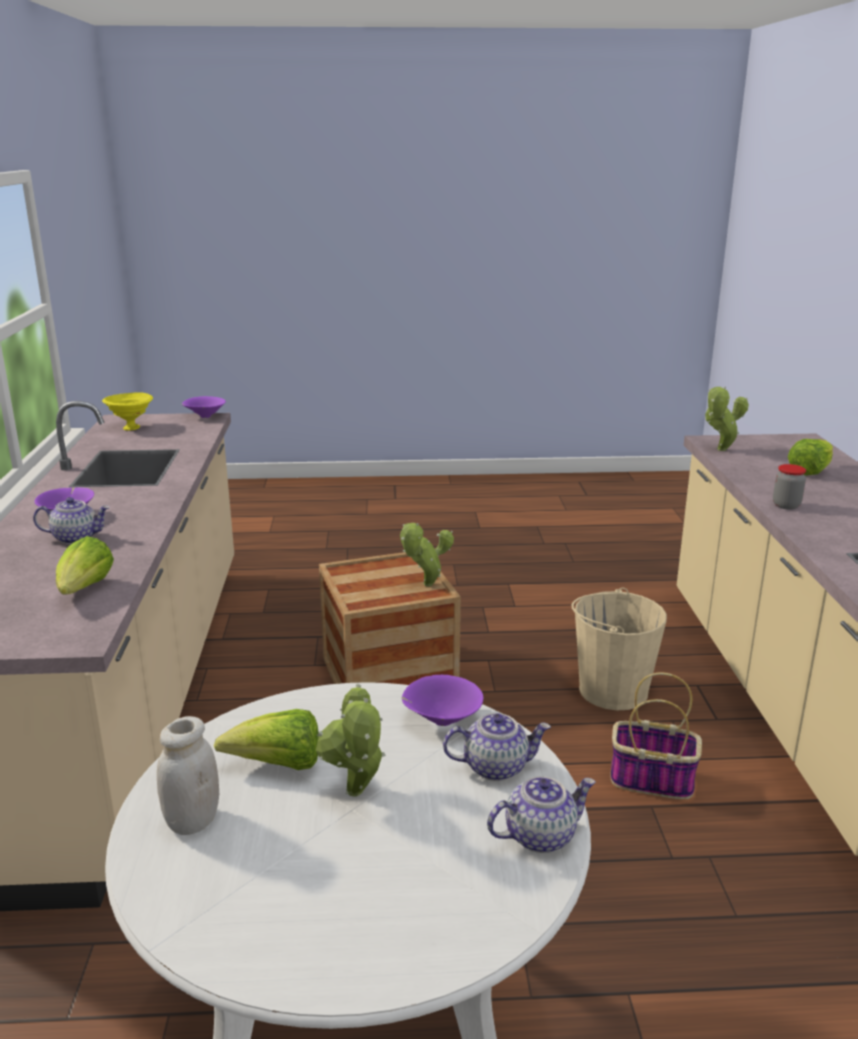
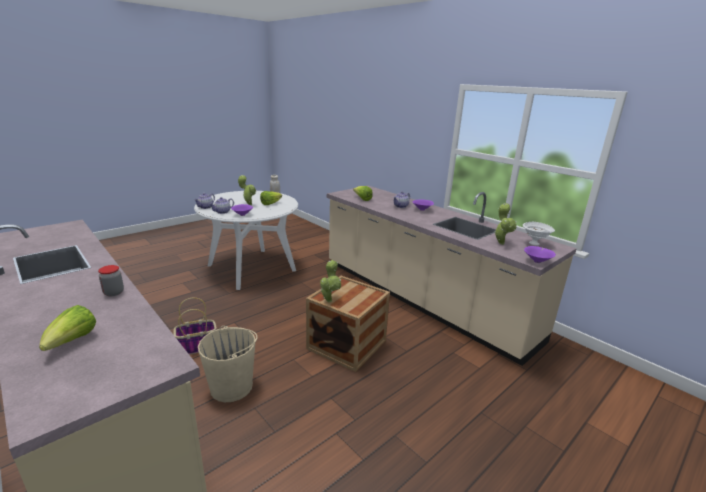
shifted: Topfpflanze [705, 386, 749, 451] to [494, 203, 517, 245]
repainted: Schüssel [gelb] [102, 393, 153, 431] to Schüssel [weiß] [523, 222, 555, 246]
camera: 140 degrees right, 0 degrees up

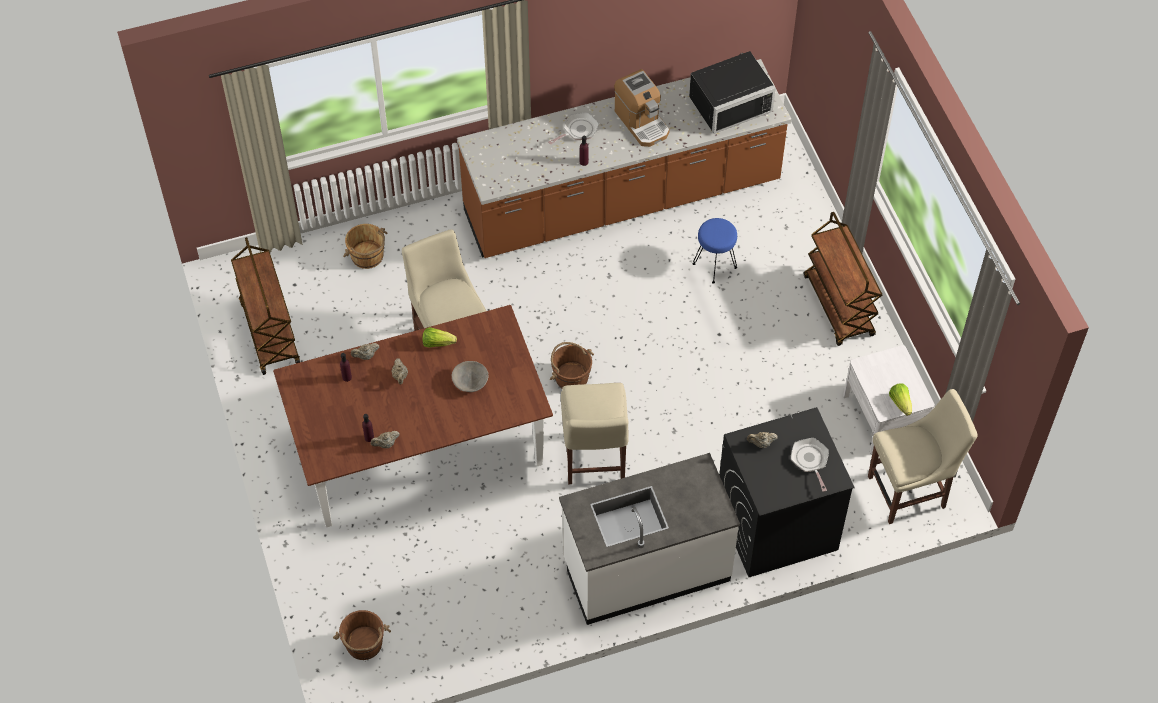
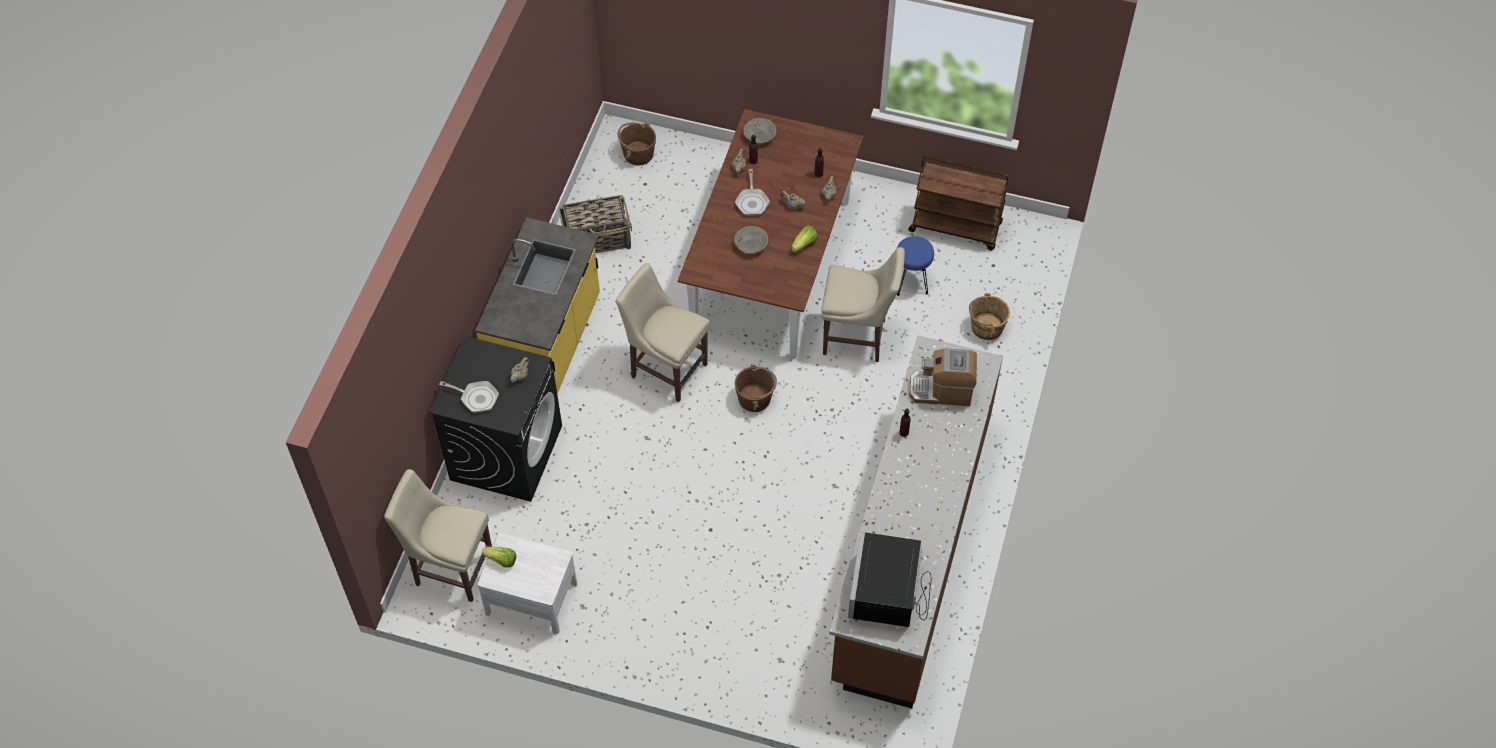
gone: Rollwagen [braun] [803, 212, 882, 346]
new: Korb [559, 195, 632, 253]; Schüssel [grau] [743, 118, 776, 144]
shifted: Pfanne [548, 113, 599, 145] to [735, 169, 770, 216]; Hocker [blau] [693, 218, 737, 284] to [897, 236, 934, 296]; Kaffeemaschine [614, 69, 670, 147] to [910, 348, 977, 406]
repainted: Küchenzeile [weiß] [559, 453, 740, 625] to Küchenzeile [gelb] [475, 217, 600, 394]
rotated: Stuhl [beige] [868, 389, 978, 524] = [384, 469, 492, 602] 90 degrees clockwise
camera: 125 degrees right, 0 degrees up

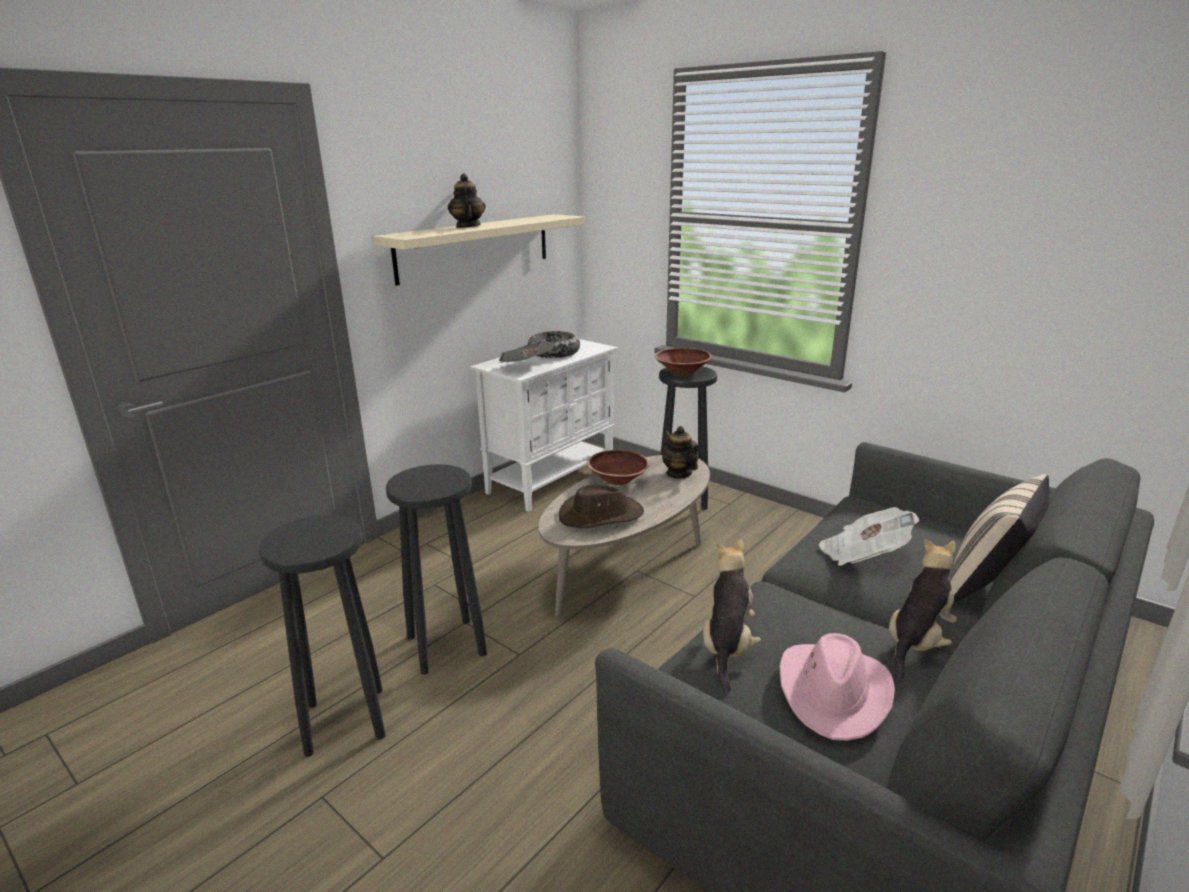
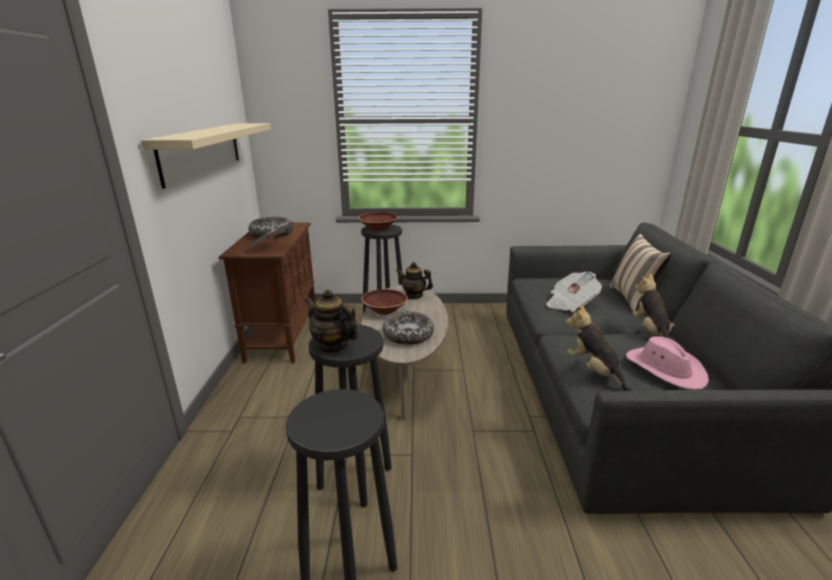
shifted: Teekanne [448, 174, 486, 228] to [305, 289, 358, 354]
swapped: Hut [braun] [558, 484, 644, 528] to Schüssel [383, 311, 434, 345]
repainted: Schrank [weiß] [470, 339, 618, 512] to Schrank [braun] [219, 223, 316, 363]
camera: 40 degrees left, 0 degrees up

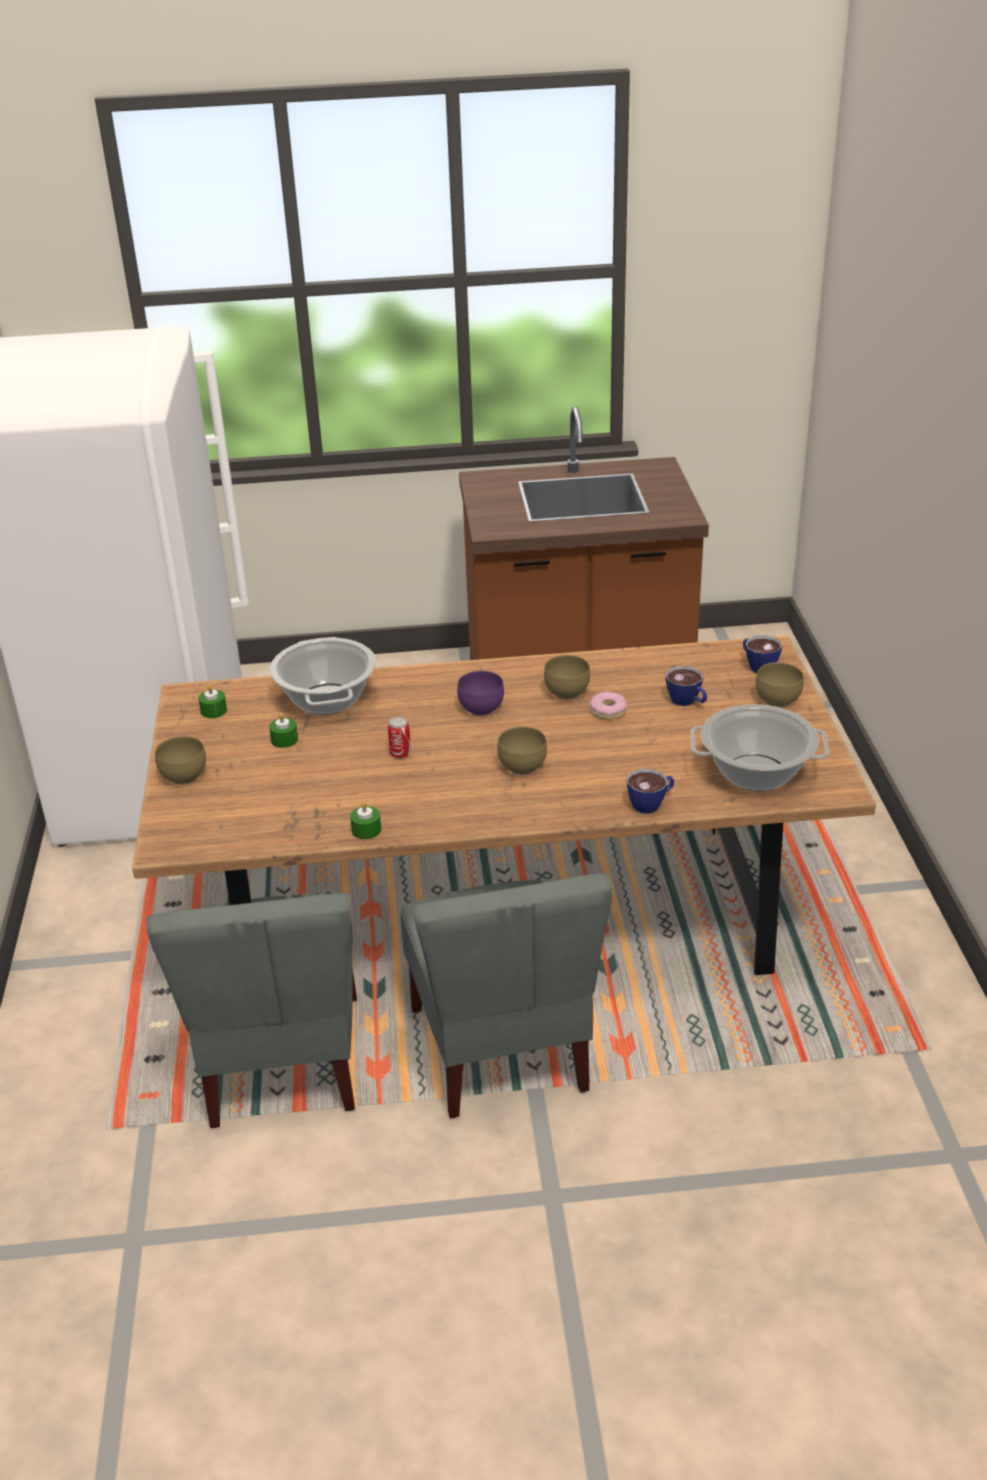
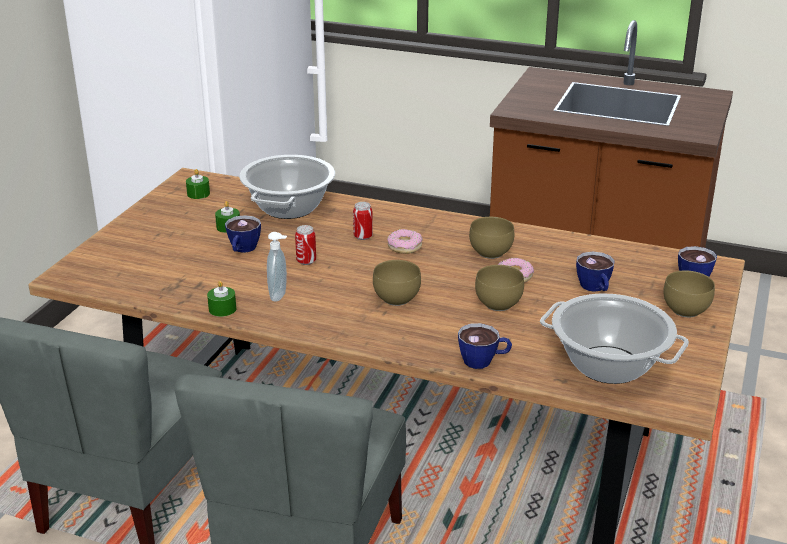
new: Tasse [225, 215, 261, 253]; Seifenspender [267, 232, 287, 302]; Dose [353, 202, 373, 240]
shifted: Schüssel [braun] [155, 736, 206, 785] to [475, 265, 524, 311]
swapped: Schüssel [lila] [457, 671, 504, 716] to Donut [387, 229, 423, 254]
camera: 25 degrees right, 5 degrees down

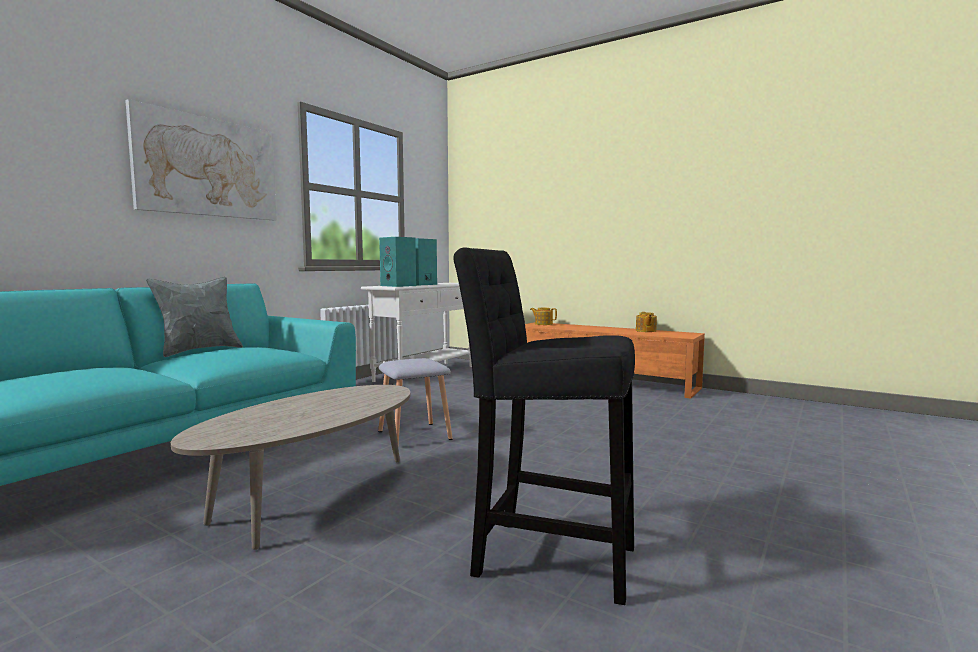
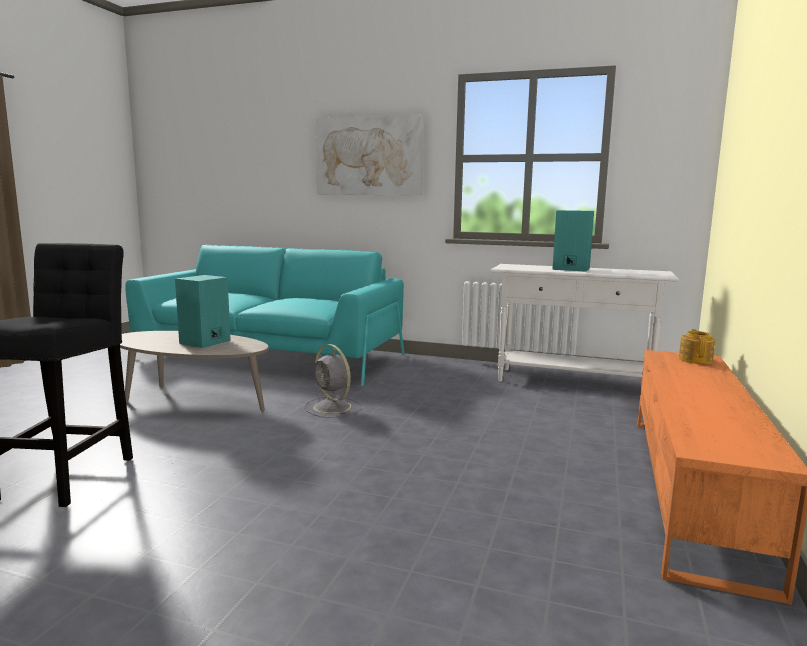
gone: Kissen [grau] [146, 277, 243, 357]; Teekanne [636, 312, 657, 332]
shifted: Lautsprecher [türkis] [379, 237, 416, 287] to [175, 275, 231, 348]
swapped: Hocker [grau] [378, 358, 453, 446] to Ventilator [grau] [304, 344, 363, 418]
camera: 75 degrees right, 5 degrees up

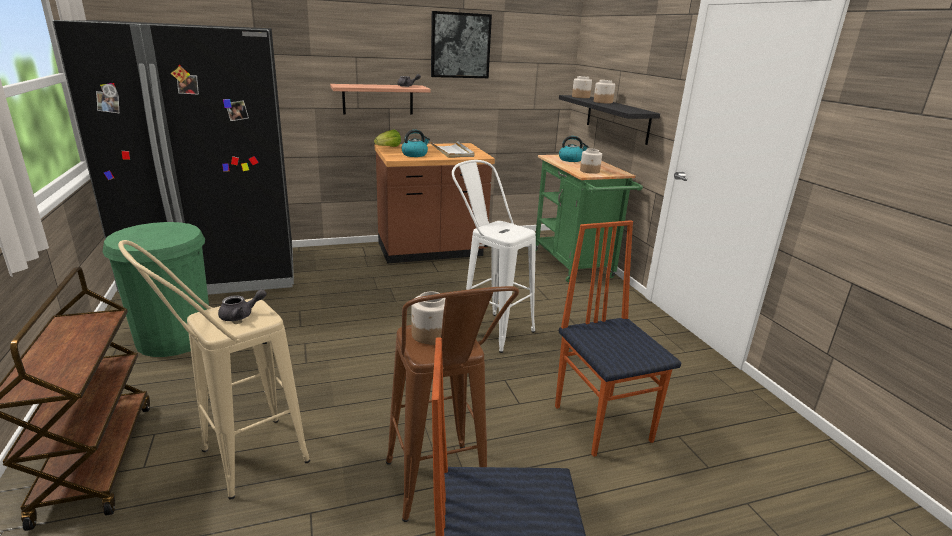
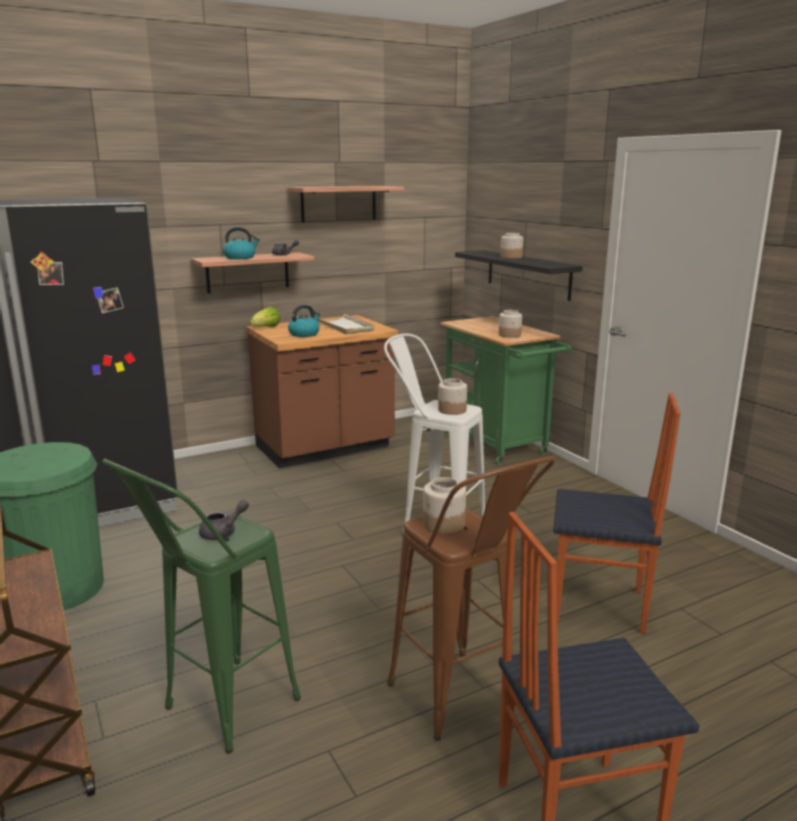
shifted: Wasserkessel [559, 136, 589, 162] to [223, 227, 260, 259]; Vorratsglas [572, 76, 592, 98] to [438, 378, 467, 415]
swapped: Bild [431, 11, 492, 78] to Wandregal [288, 186, 404, 223]
repainted: Hocker [beige] [118, 240, 310, 500] to Hocker [grün] [102, 459, 301, 753]
rotated: Stuhl [555, 220, 681, 457] = [553, 393, 680, 634] 135 degrees clockwise
camera: 10 degrees left, 5 degrees down

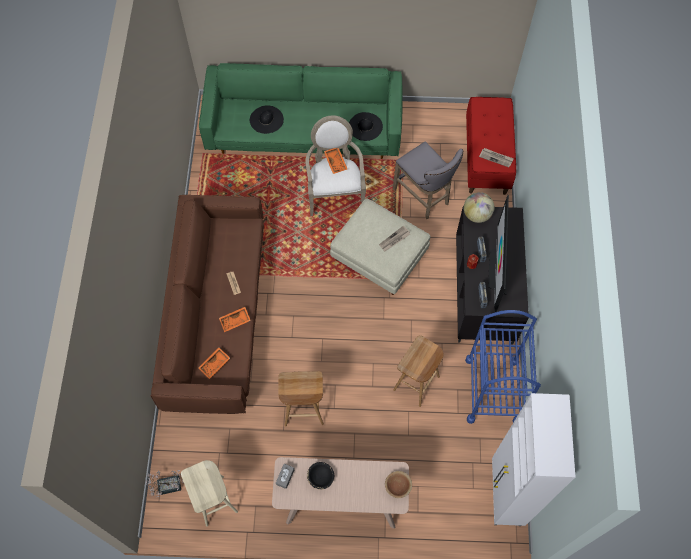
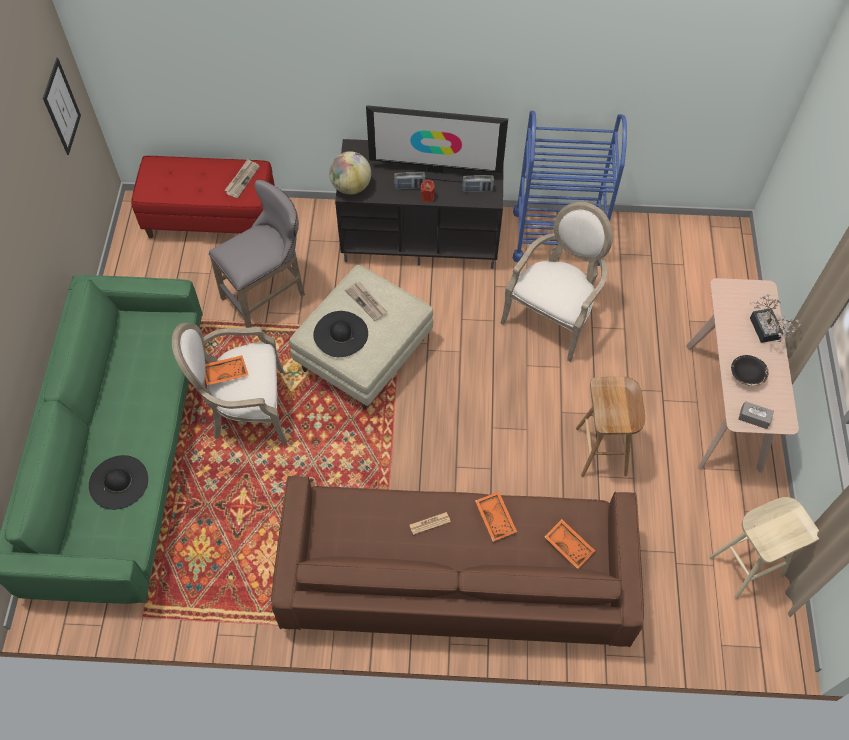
gone: Schüssel [braun] [385, 471, 412, 498]; Schrank [weiß] [492, 393, 575, 526]
new: Bild [43, 58, 81, 155]
shifted: Hut [schwarz] [349, 112, 383, 141] to [313, 311, 368, 357]; Topfpflanze [146, 470, 183, 497] to [750, 294, 801, 343]
swapped: Hocker [braun] [393, 335, 444, 407] to Sessel [500, 202, 613, 362]
camera: 90 degrees left, 5 degrees down

